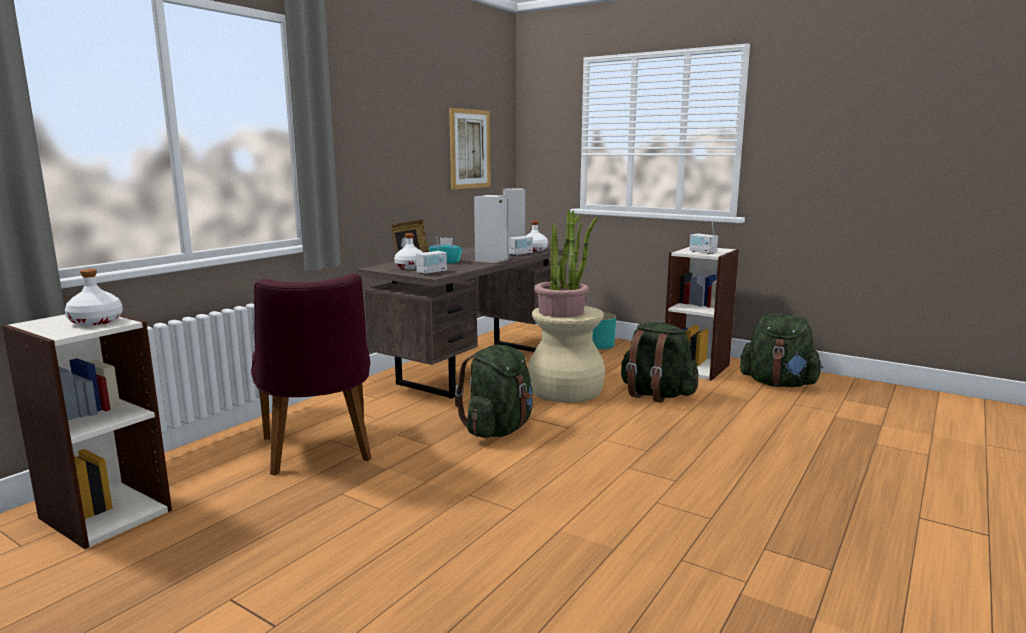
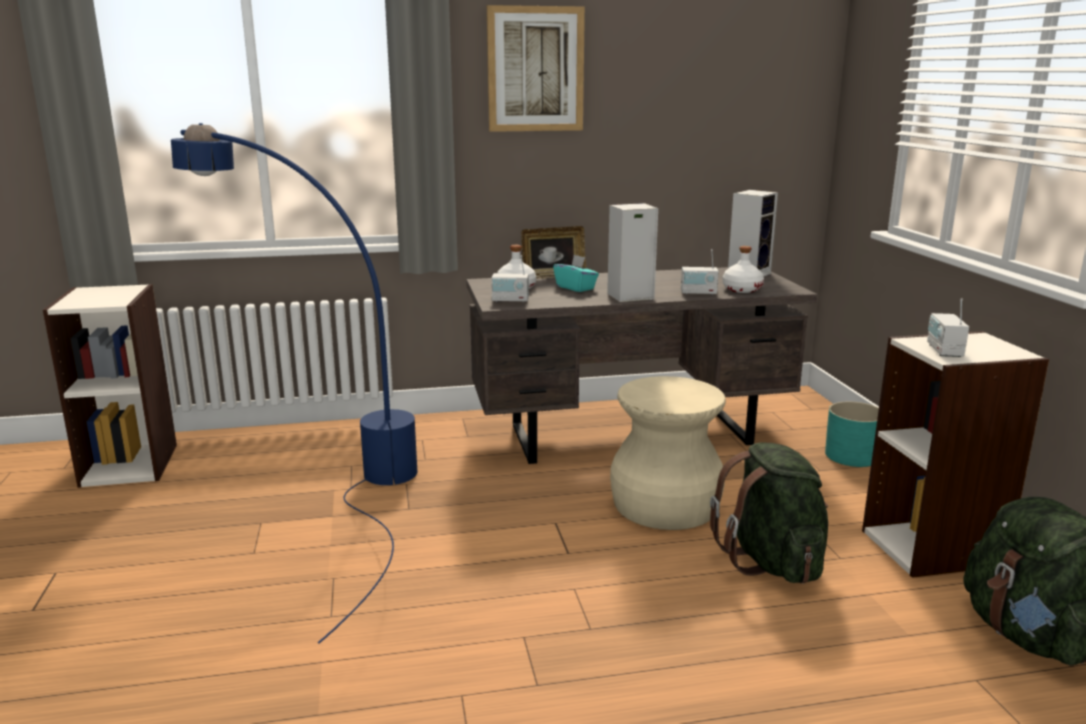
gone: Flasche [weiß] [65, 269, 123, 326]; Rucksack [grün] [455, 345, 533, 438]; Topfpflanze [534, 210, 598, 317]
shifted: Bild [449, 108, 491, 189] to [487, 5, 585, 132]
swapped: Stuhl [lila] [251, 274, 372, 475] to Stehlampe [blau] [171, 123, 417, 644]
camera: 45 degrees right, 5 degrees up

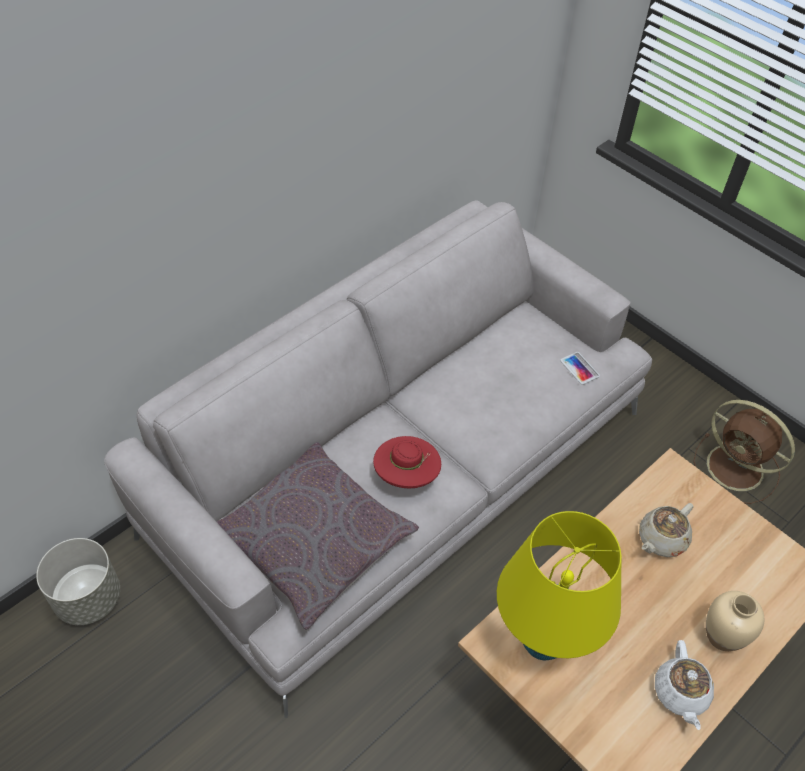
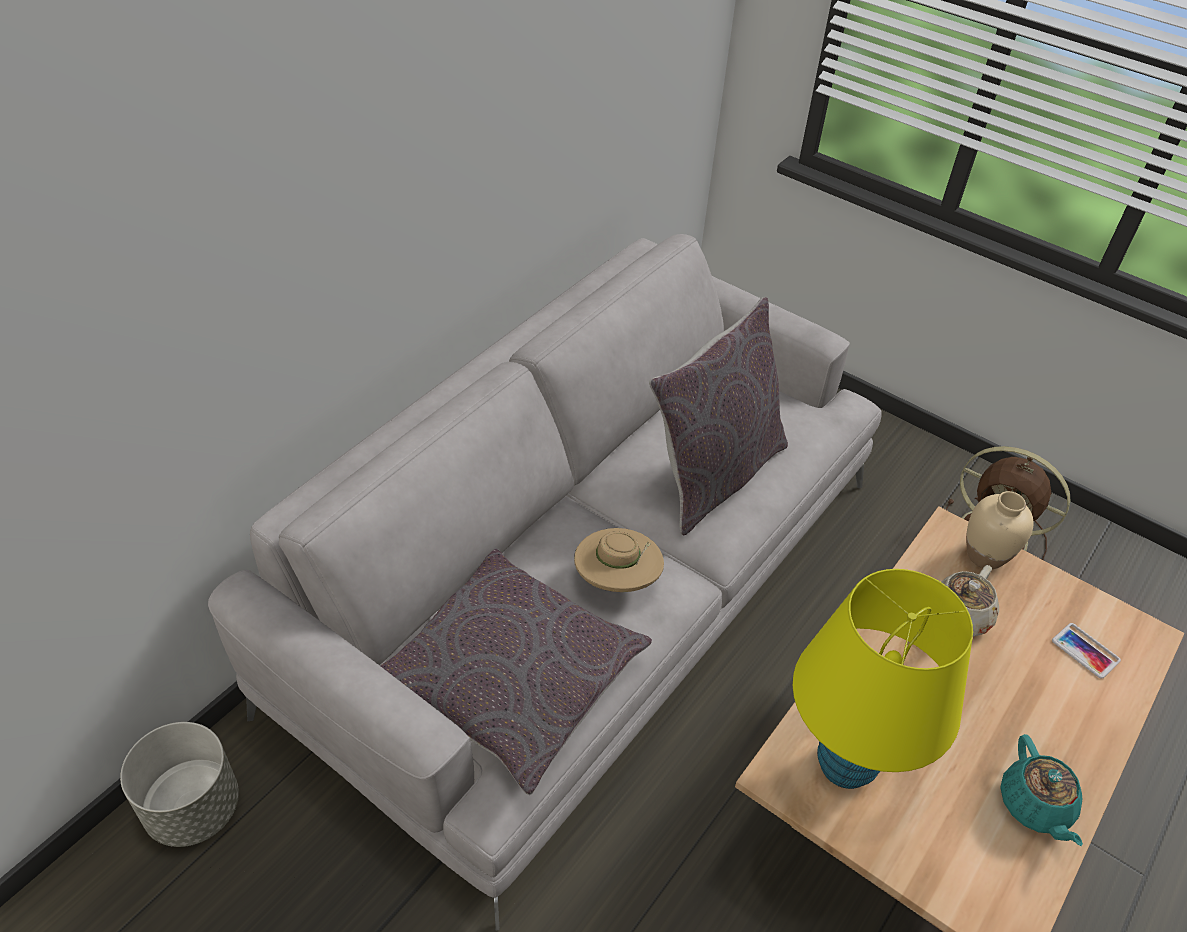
new: Kissen [grau] [649, 297, 788, 535]
shifted: Vase [beige] [706, 591, 765, 651] to [966, 491, 1034, 569]; Handy [560, 352, 600, 385] to [1052, 623, 1121, 679]
repainted: Hut [rot] [373, 436, 441, 488] to Hut [beige] [574, 528, 664, 592]; Teekanne [weiß] [655, 640, 714, 730] to Teekanne [türkis] [1000, 734, 1083, 846]
camera: 10 degrees left, 5 degrees down

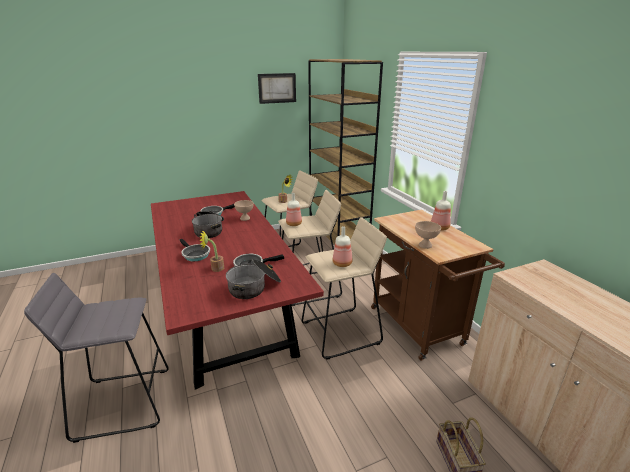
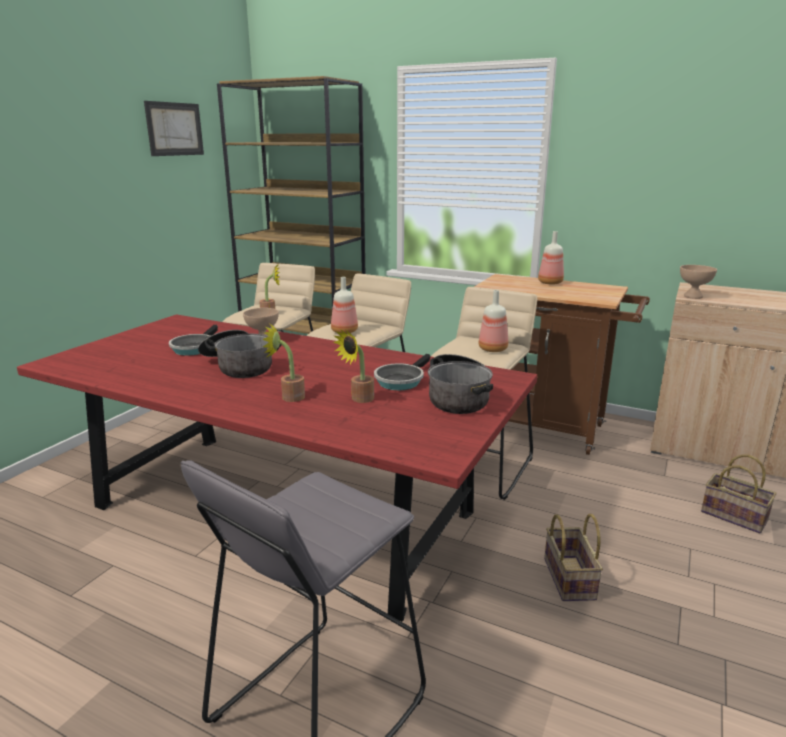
new: Korb [544, 514, 603, 601]
shifted: Schüssel [beige] [415, 221, 441, 249] to [680, 265, 717, 299]
swapped: Pfanne [180, 239, 210, 261] to Topfpflanze [262, 324, 305, 402]
camera: 40 degrees left, 5 degrees down

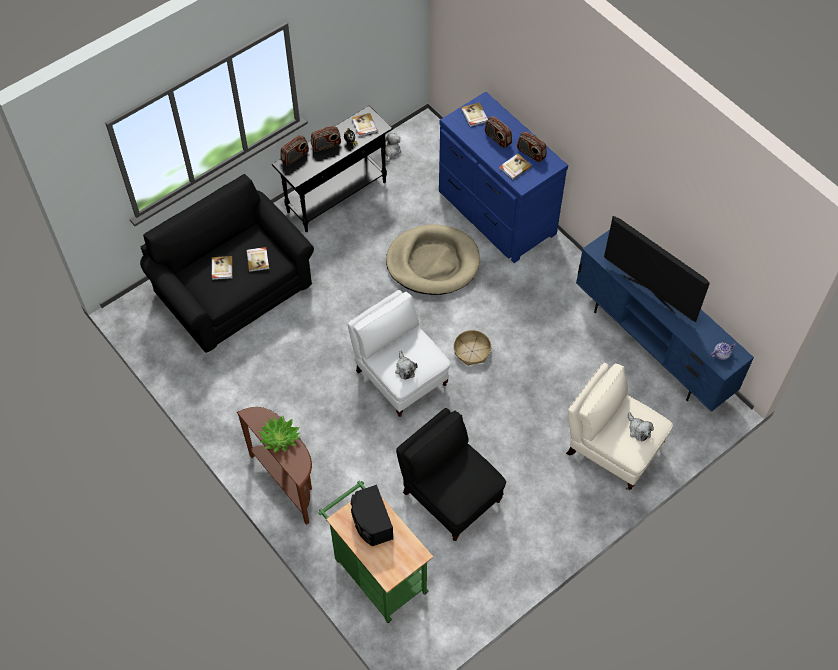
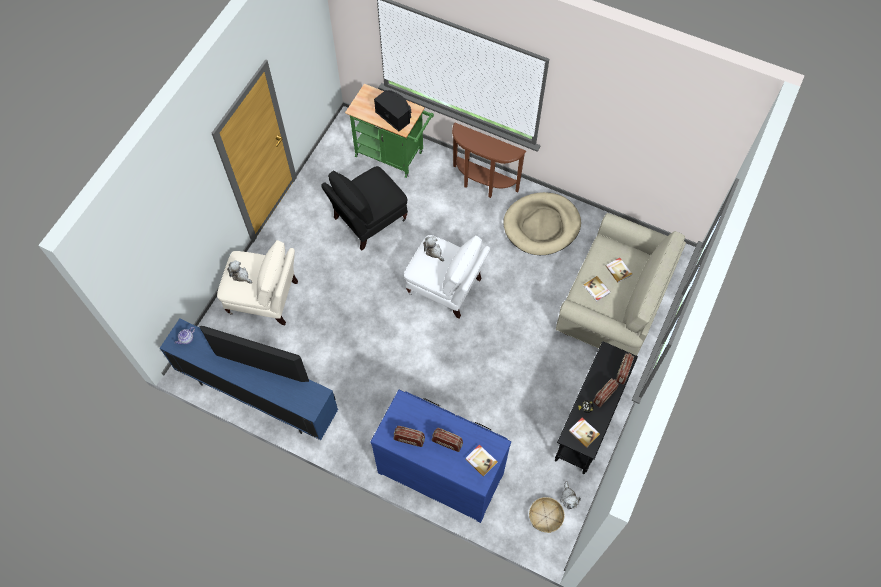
gone: Topfpflanze [258, 416, 301, 453]; Buch [499, 154, 532, 180]
shifted: Hundebett [beige] [386, 224, 480, 295] to [503, 192, 581, 255]; Korb [454, 330, 491, 366] to [529, 497, 565, 533]
repainted: Sofa [schwarz] [140, 174, 314, 353] to Sofa [beige] [556, 213, 686, 356]
rotated: Sessel [schwarz] [396, 408, 506, 541] = [321, 166, 408, 250] 120 degrees clockwise
camera: 155 degrees right, 5 degrees up

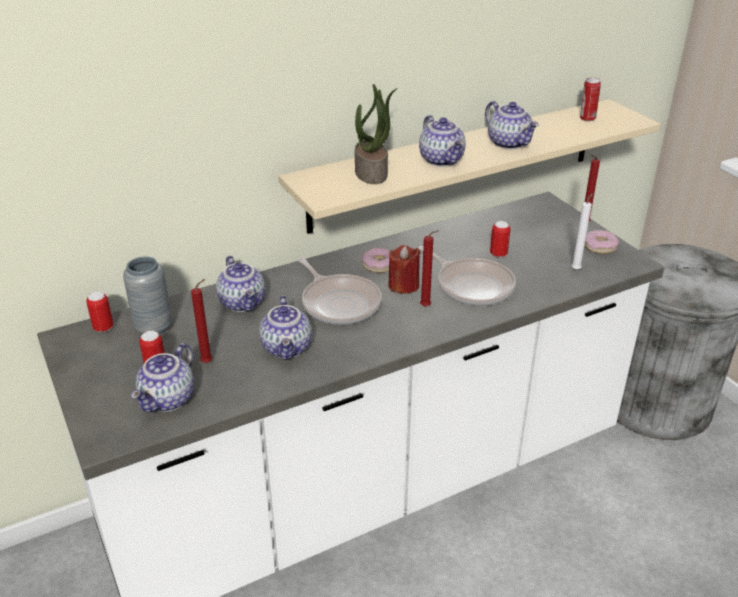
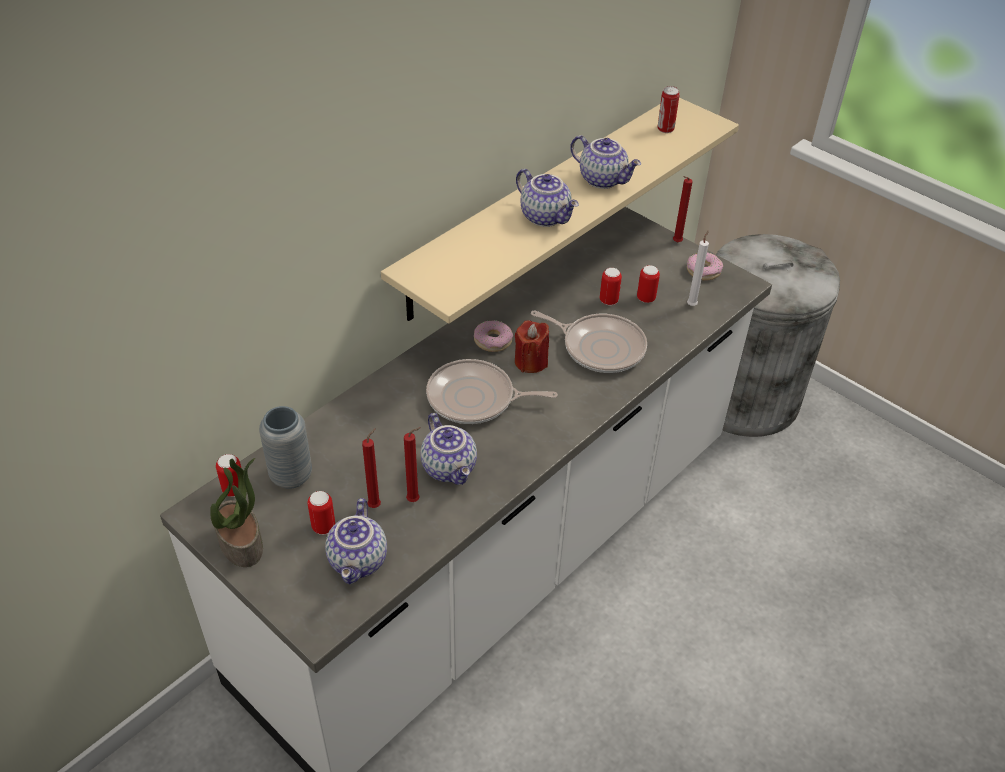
gone: Teekanne [216, 256, 265, 312]
new: Dose [637, 265, 660, 303]
shifted: Topfpflanze [355, 84, 397, 184] to [210, 458, 263, 567]; Kerze [rot] [420, 230, 439, 307] to [404, 427, 421, 502]
rotated: Pfanne [298, 258, 382, 325] = [426, 359, 558, 424] 150 degrees clockwise
camera: 20 degrees left, 10 degrees up

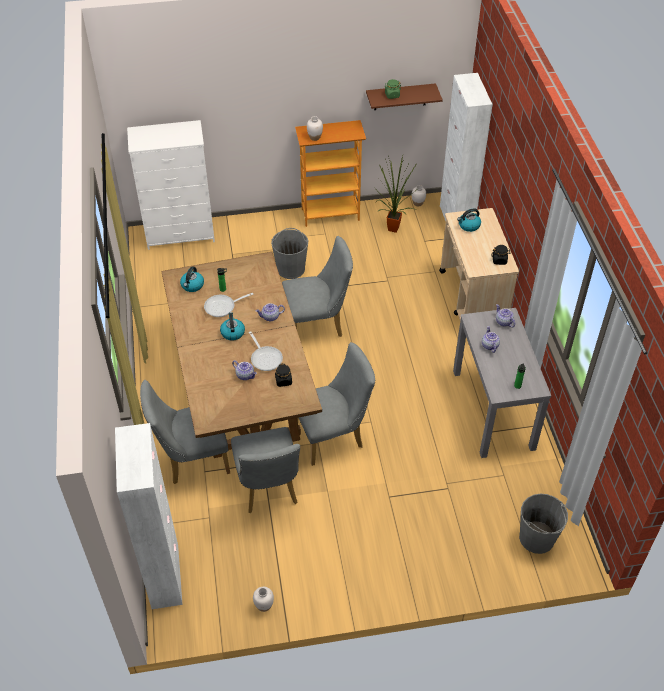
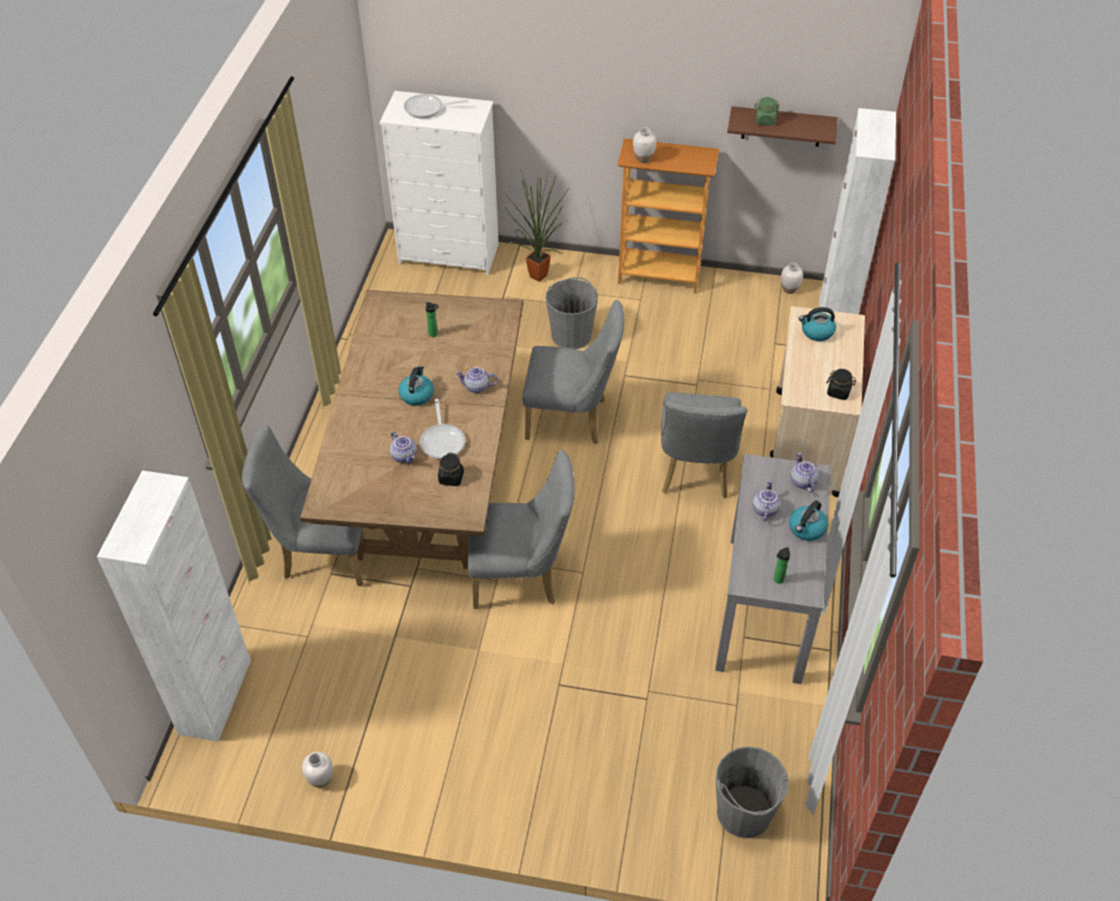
shifted: Pfanne [204, 293, 253, 317] to [404, 94, 469, 119]; Topfpflanze [374, 156, 417, 233] to [505, 169, 569, 282]; Stuhl [grau] [231, 427, 300, 513] to [661, 392, 747, 498]; Wasserkessel [180, 266, 204, 292] to [789, 501, 828, 541]
camera: 20 degrees right, 0 degrees up

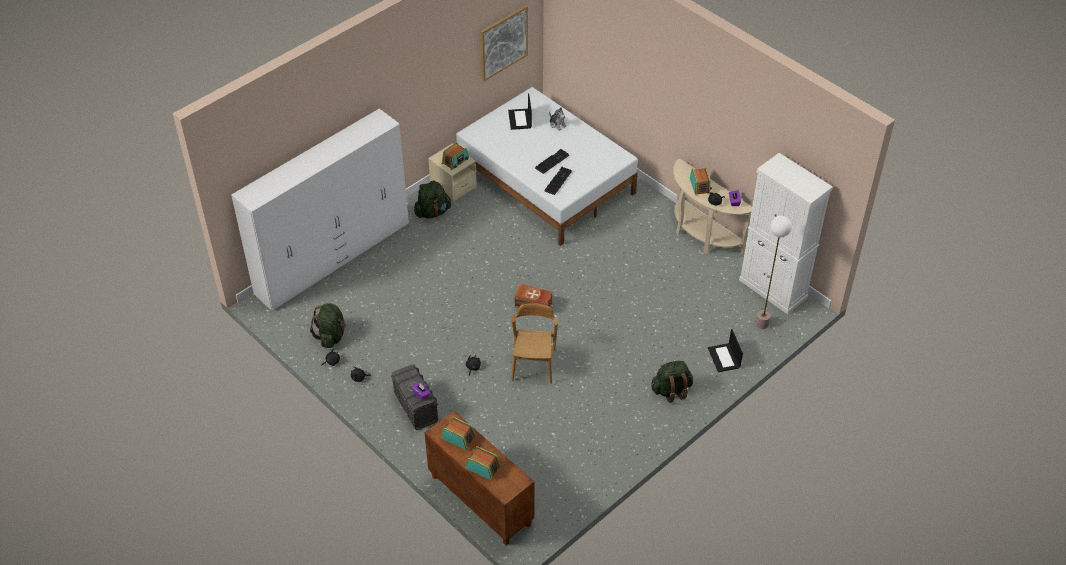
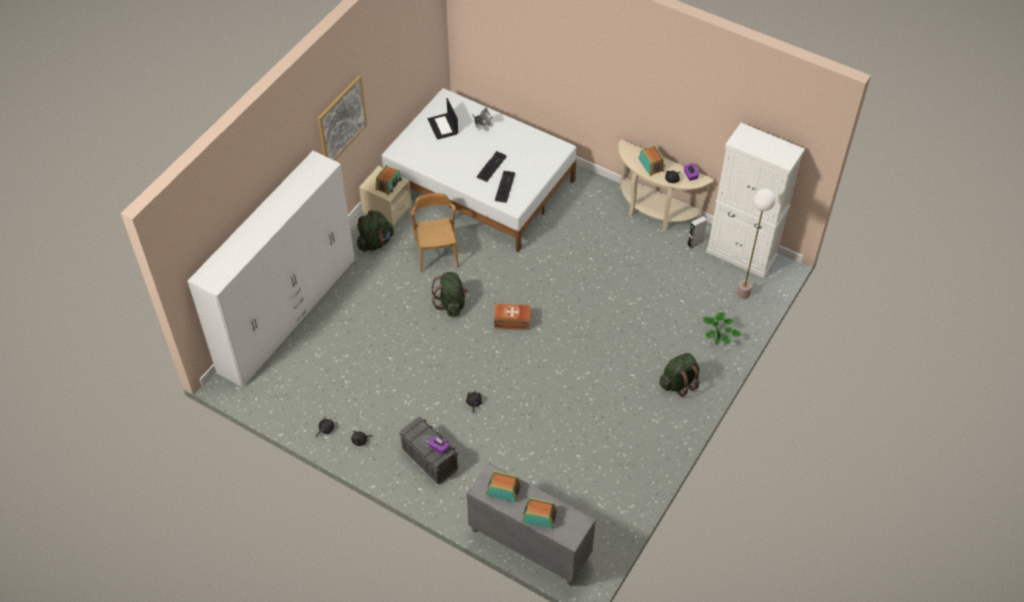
new: Lautsprecher [grau] [687, 216, 707, 248]
shifted: Bild [480, 5, 528, 81] to [317, 76, 367, 160]; Stuhl [braun] [511, 303, 558, 384] to [411, 193, 459, 272]; Rucksack [grün] [310, 303, 346, 348] to [431, 272, 468, 317]
swapped: Laptop [708, 329, 743, 372] to Topfpflanze [703, 312, 742, 345]
repainted: Schrank [braun] [425, 411, 534, 545] to Schrank [grau] [467, 462, 596, 586]
camera: 15 degrees left, 5 degrees up

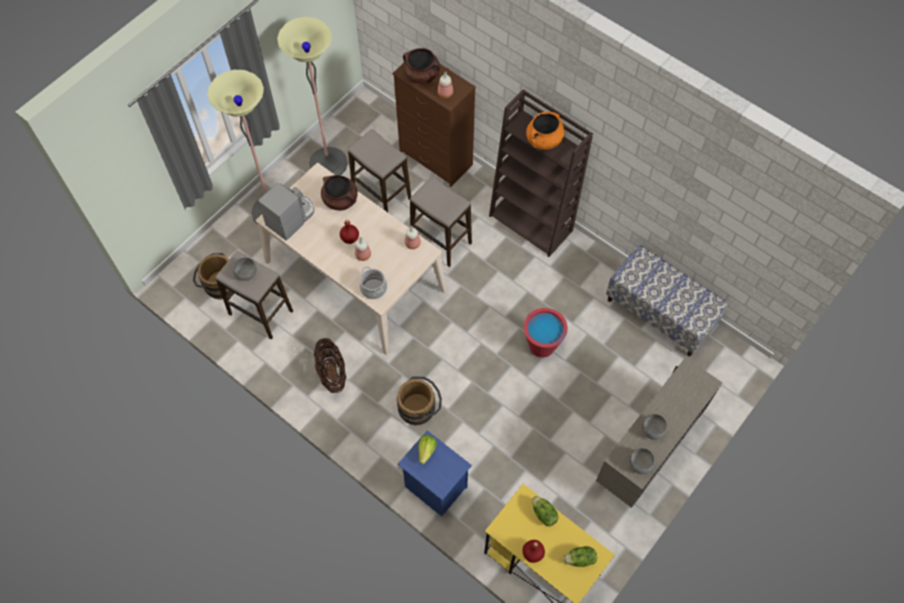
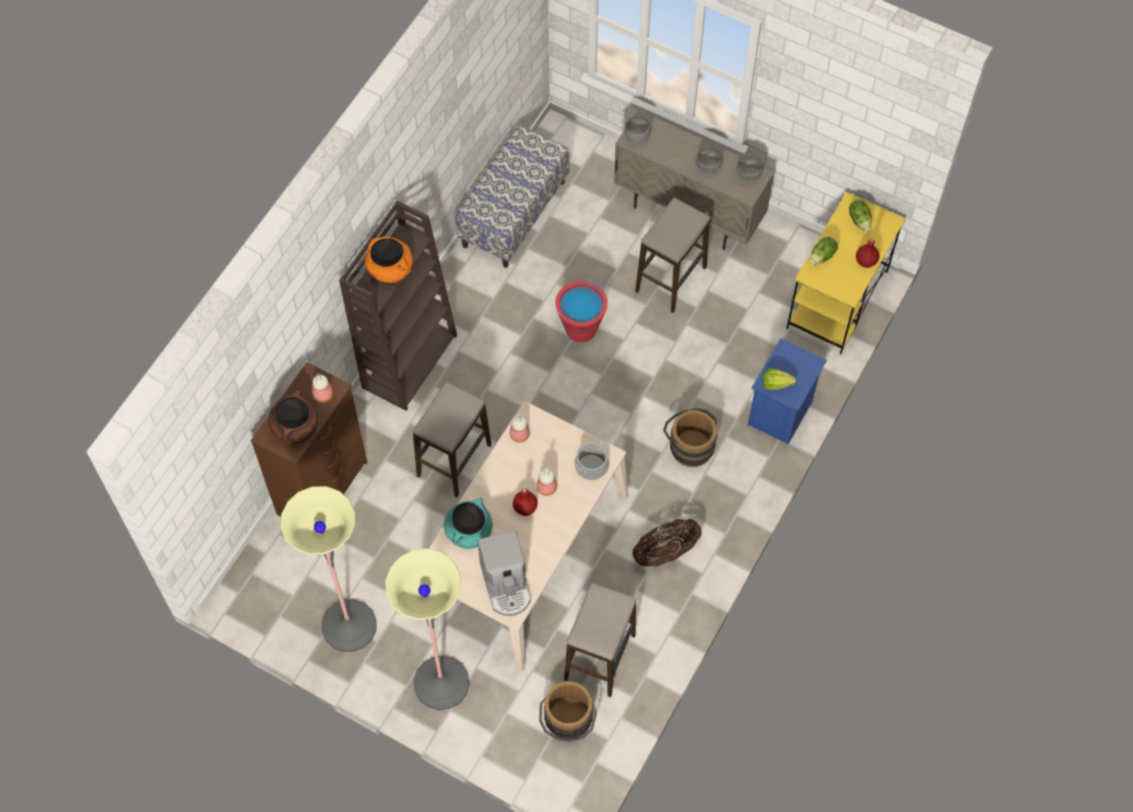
shifted: Schüssel [grau] [233, 258, 257, 281] to [625, 116, 651, 143]; Hocker [348, 129, 411, 212] to [635, 198, 710, 313]
repainted: Kochtopf [braun] [321, 175, 358, 211] to Kochtopf [türkis] [444, 498, 492, 549]
rotated: Kaffeemaschine [258, 183, 314, 241] = [478, 530, 531, 616] 135 degrees counterclockwise
camera: 100 degrees left, 0 degrees up

